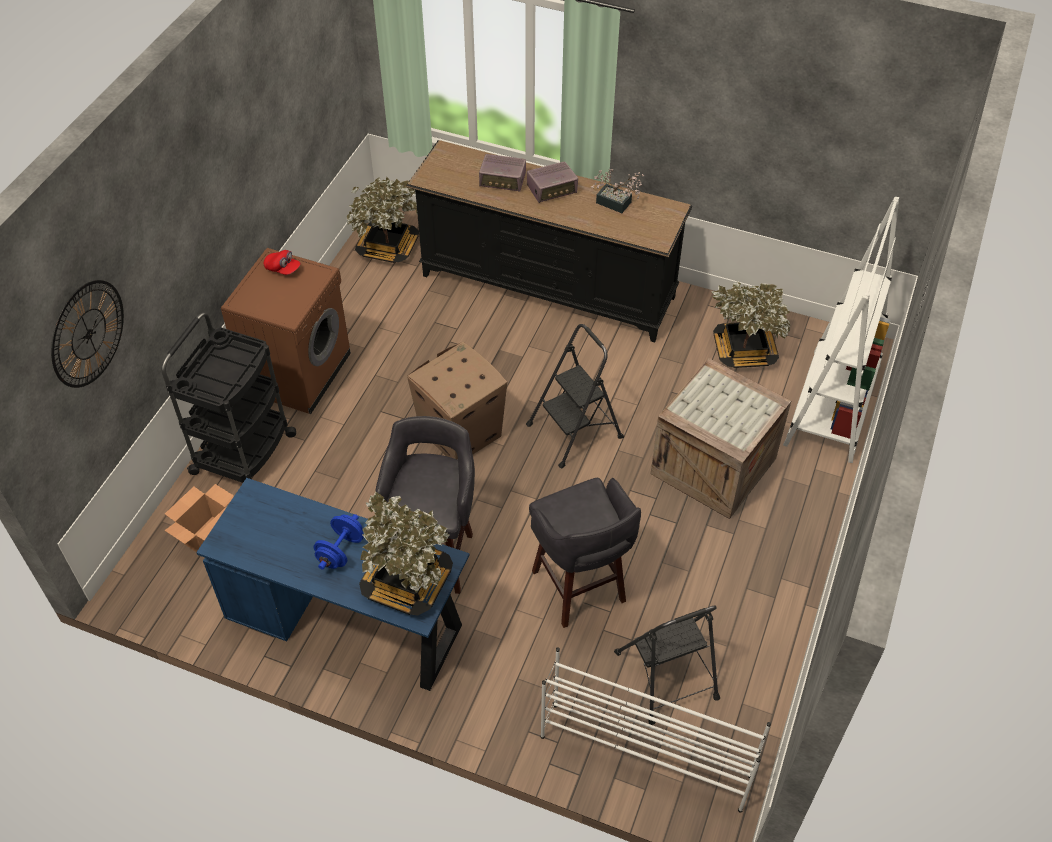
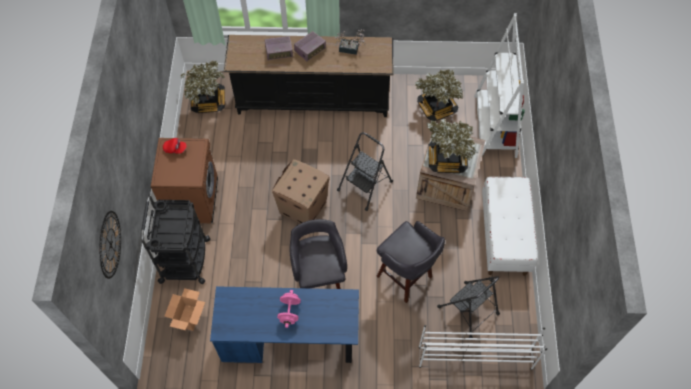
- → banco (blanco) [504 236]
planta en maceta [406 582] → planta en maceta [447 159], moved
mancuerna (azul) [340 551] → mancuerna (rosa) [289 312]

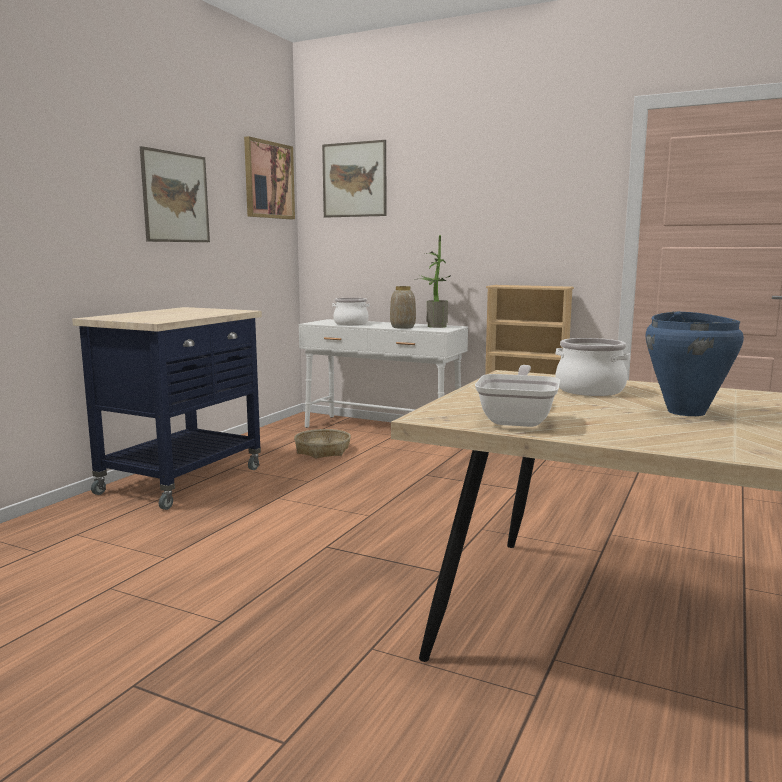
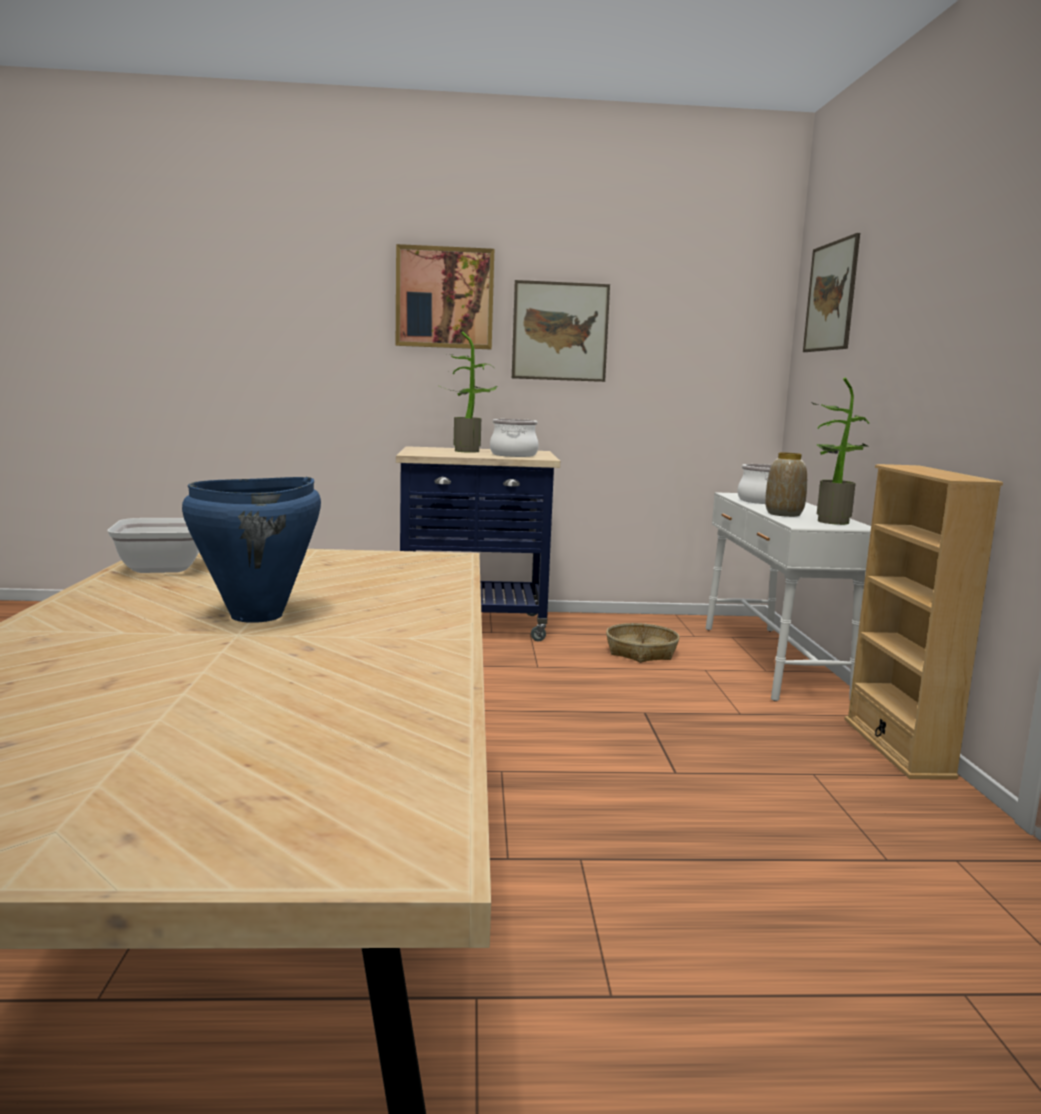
- → planta en maceta [468 451]
cuadro [268 180] → cuadro [444 298], moved
olla [589 390] → olla [513 455], moved

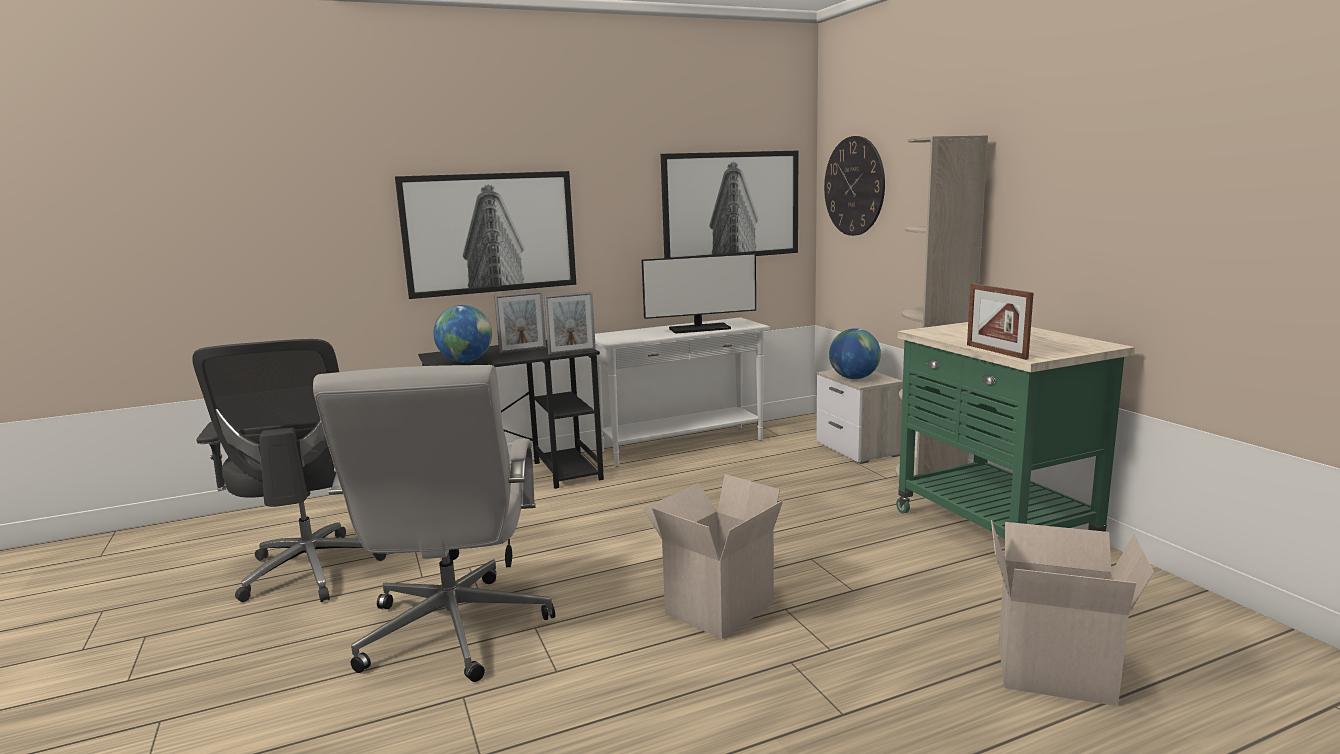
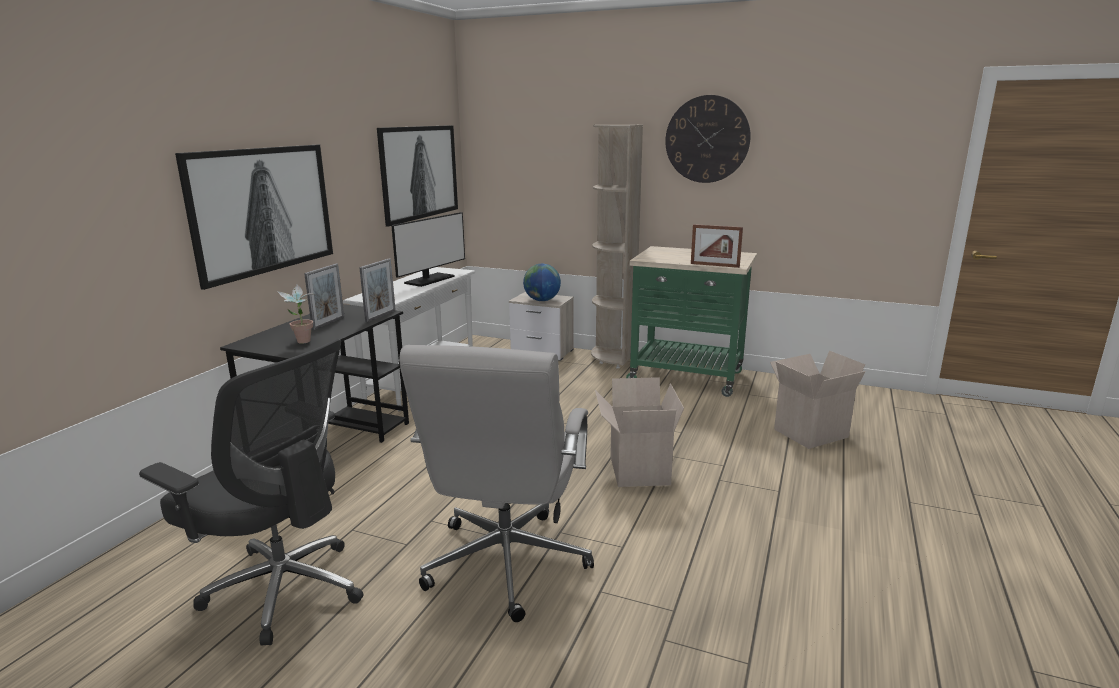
reloj de pared [854 186] → reloj de pared [707 139], moved
globo terráqueo [465 361] → planta en maceta [303 343]
silla de oficina (gris) [454 627] → silla de oficina (gris) [507 560], 60 degrees clockwise

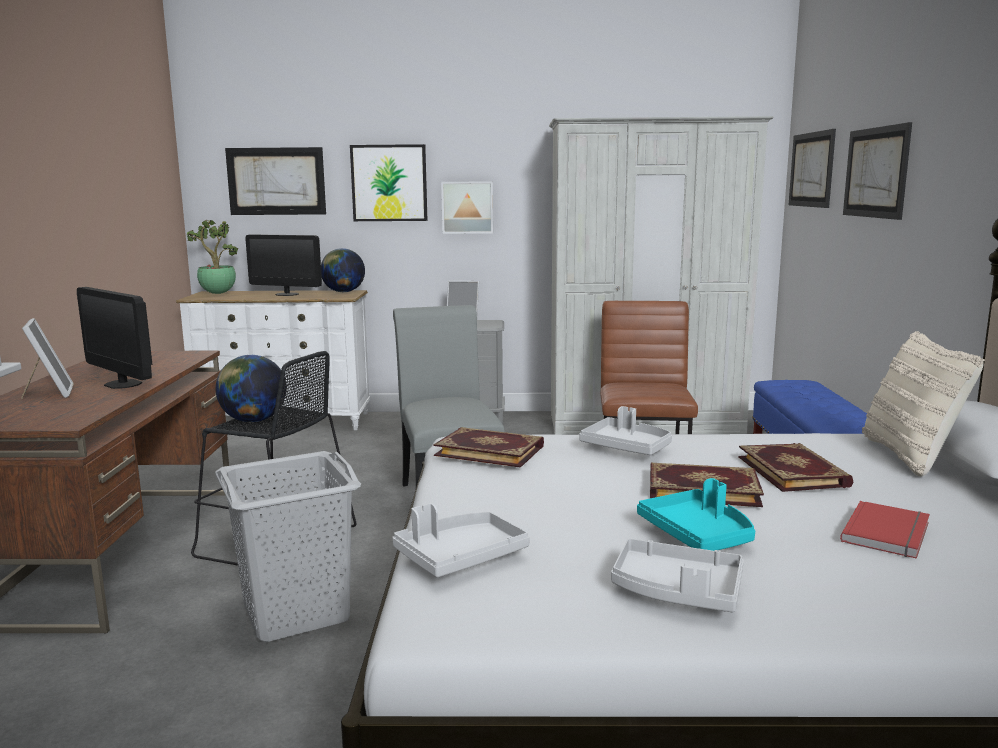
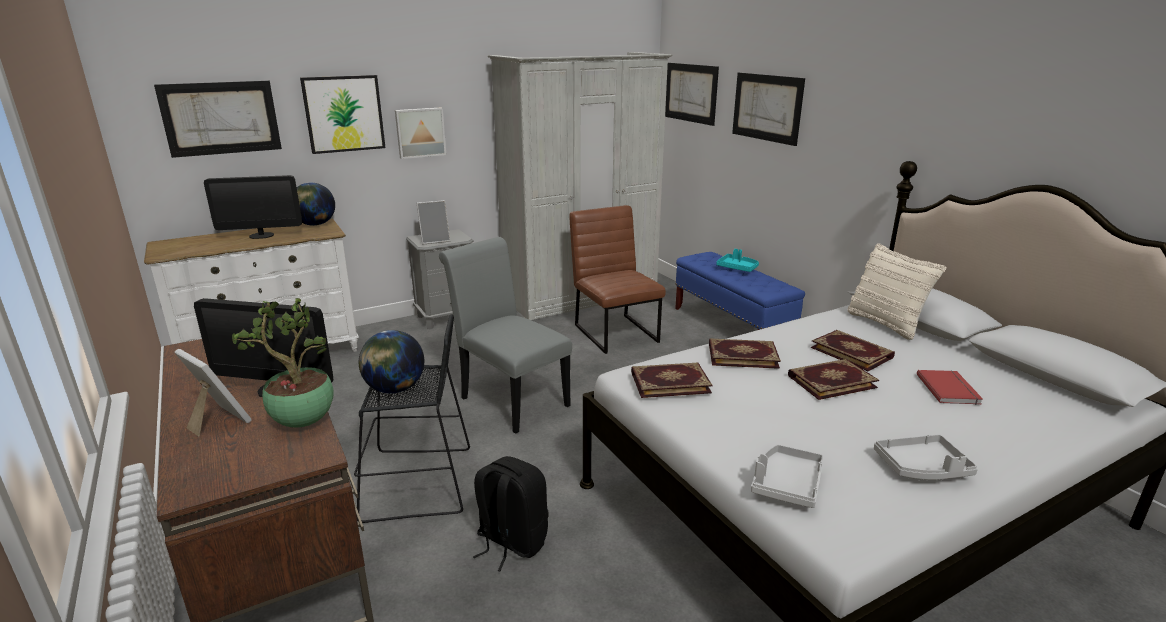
planta en maceta [217 293] → planta en maceta [302 423], moved
bandeja (turquesa) [698 534] → bandeja (turquesa) [737 268], moved
cesto de la ropa (gris) [295 613] → mochila (negro) [510 542]
bandeja (gris) [626 447] → libro [742 355]

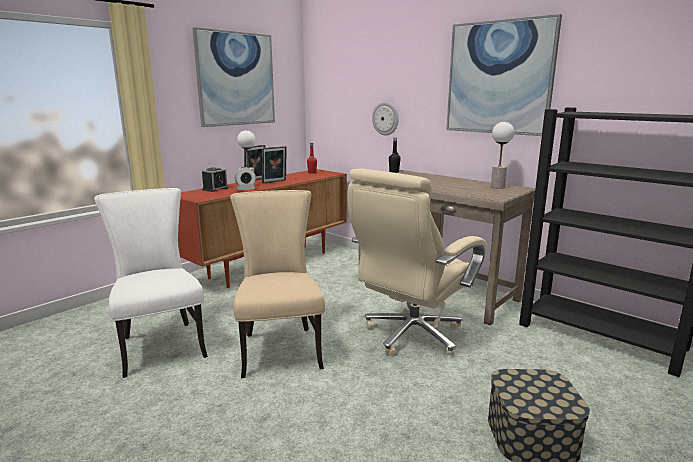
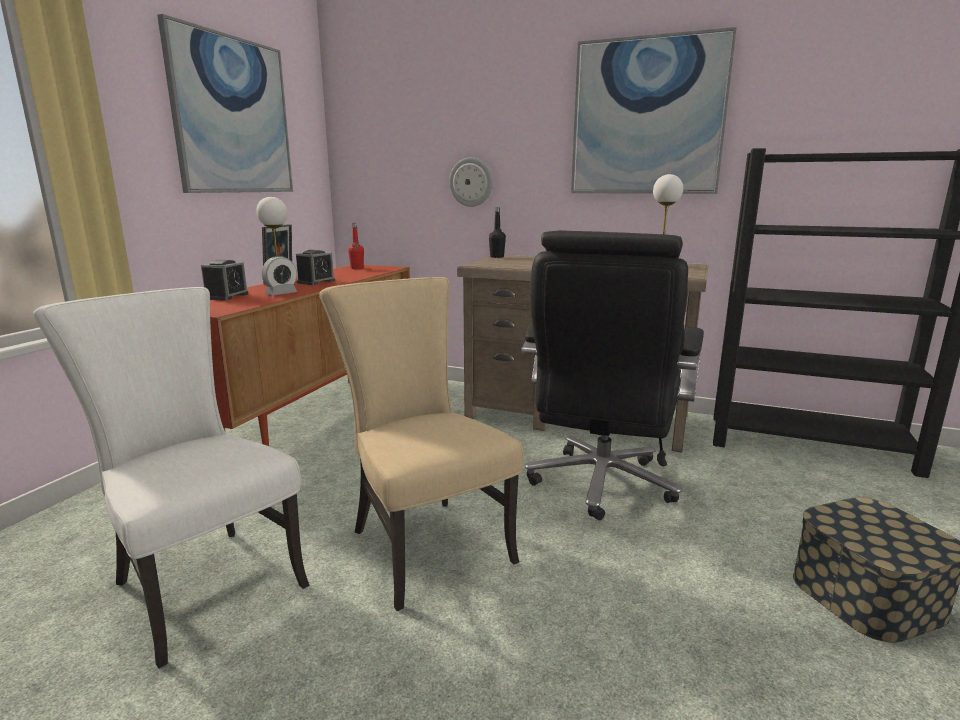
portarretratos [275 182] → despertador [316 282]
silla de oficina (beis) [410 337] → silla de oficina (negro) [600 488]

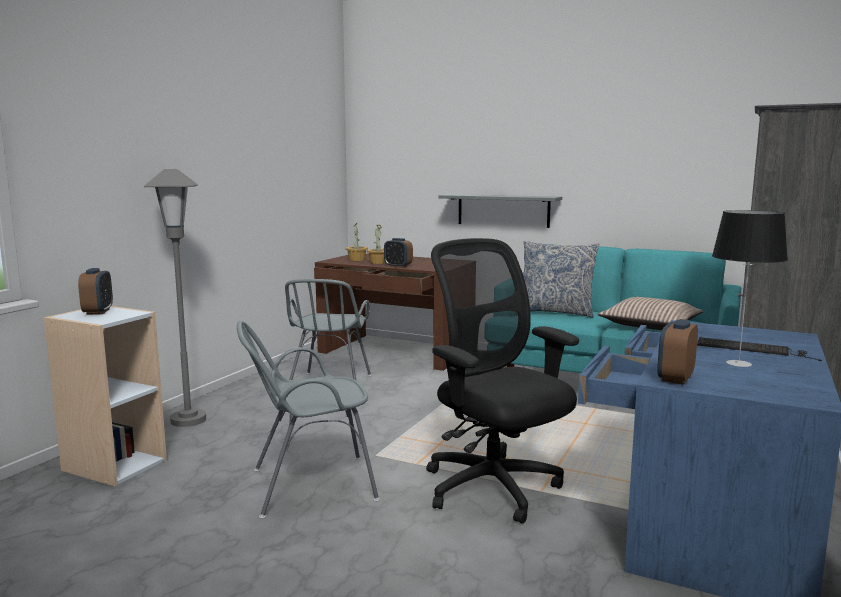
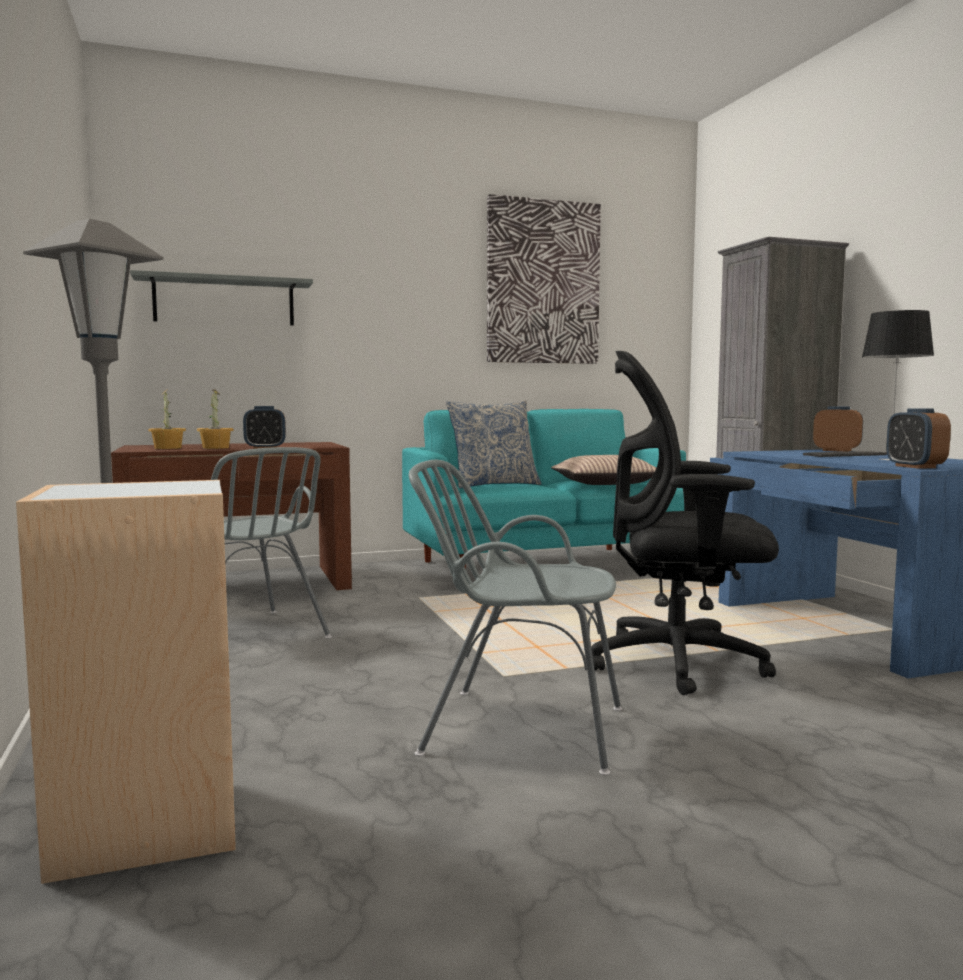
- → cuadro [543 282]
despertador [98 312] → despertador [837 450], moved
estante (gris) [503 210] → estante (gris) [224 301], moved
silla (gris) [307 485] → silla (gris) [515 728], 75 degrees clockwise

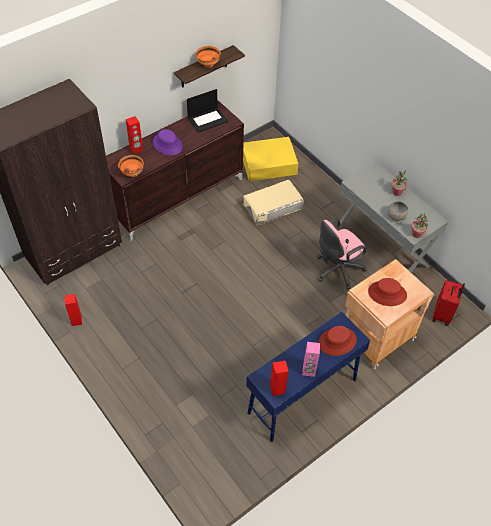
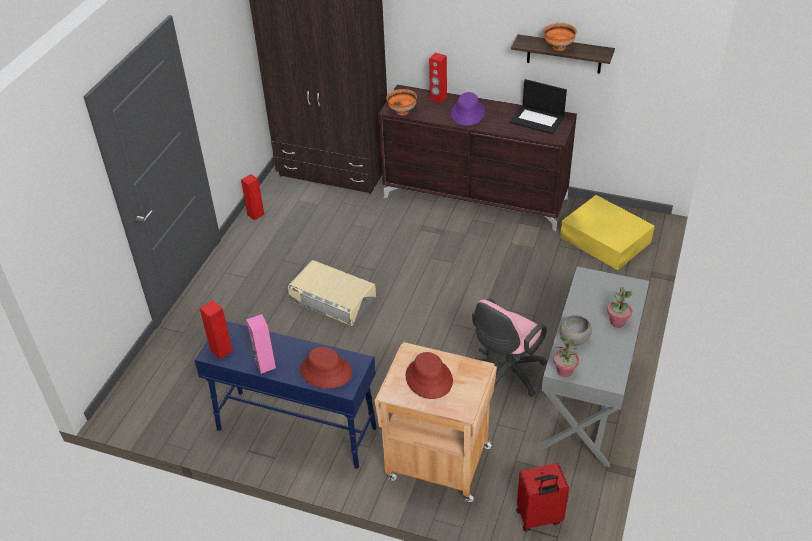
caja de almacenaje (beis) [272 206] → caja de almacenaje (beis) [333 298], moved
silla de oficina (rosa) [336 270] → silla de oficina (rosa) [505 375], 75 degrees counterclockwise

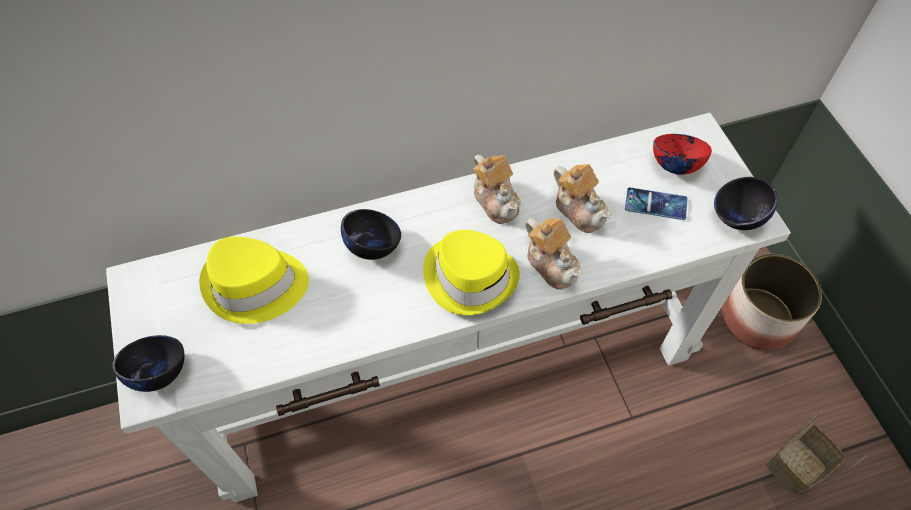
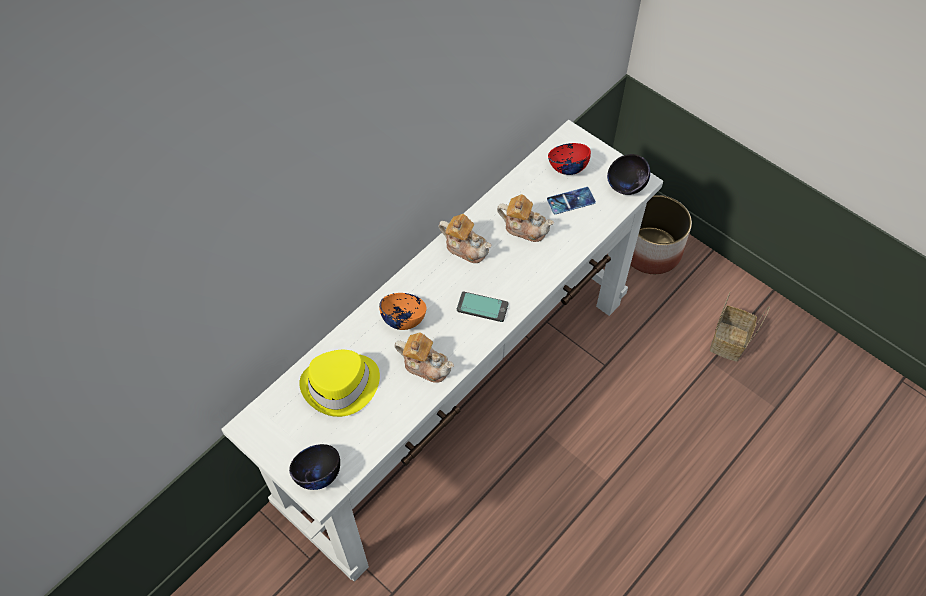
tetera [552 263] → tetera [425 365], moved
sombrero (amarillo) [470 276] → móvil [482 307]
cuenco (negro) [373 246] → cuenco (naranja) [403 319]

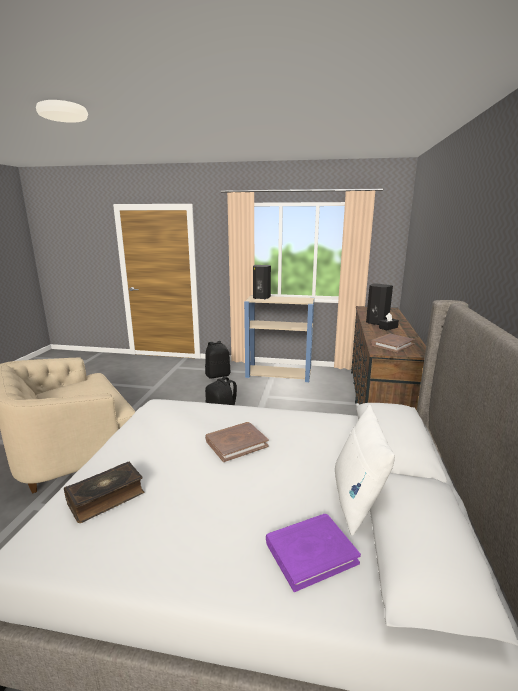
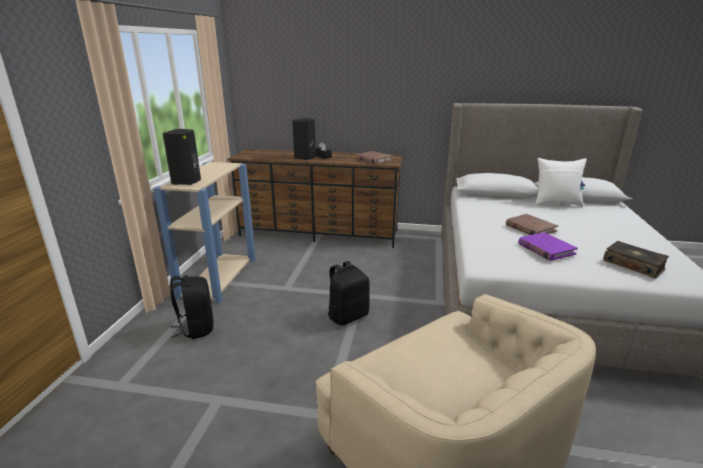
libro (morado) [311 552] → libro (morado) [545 249], moved

